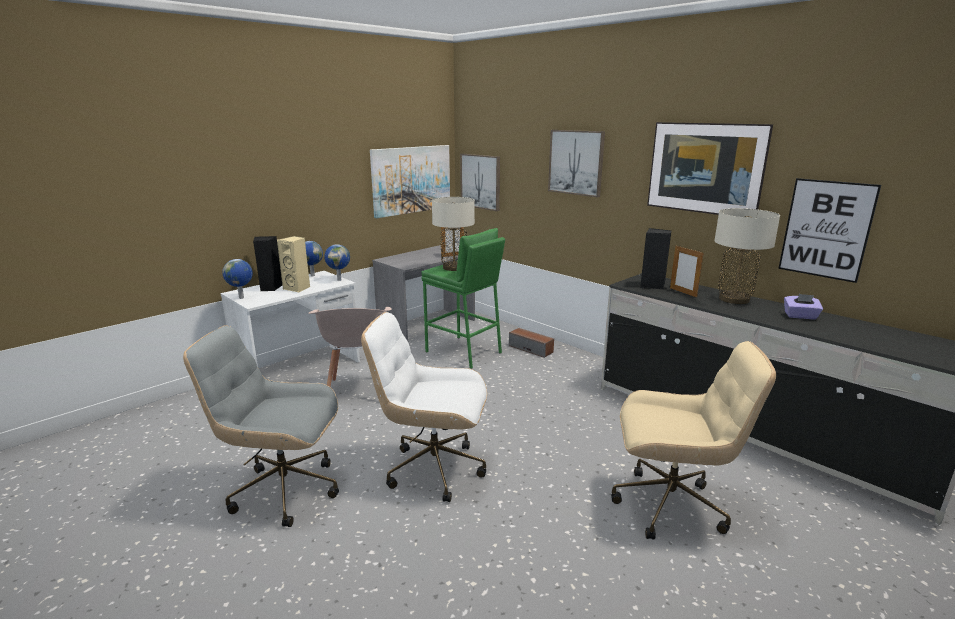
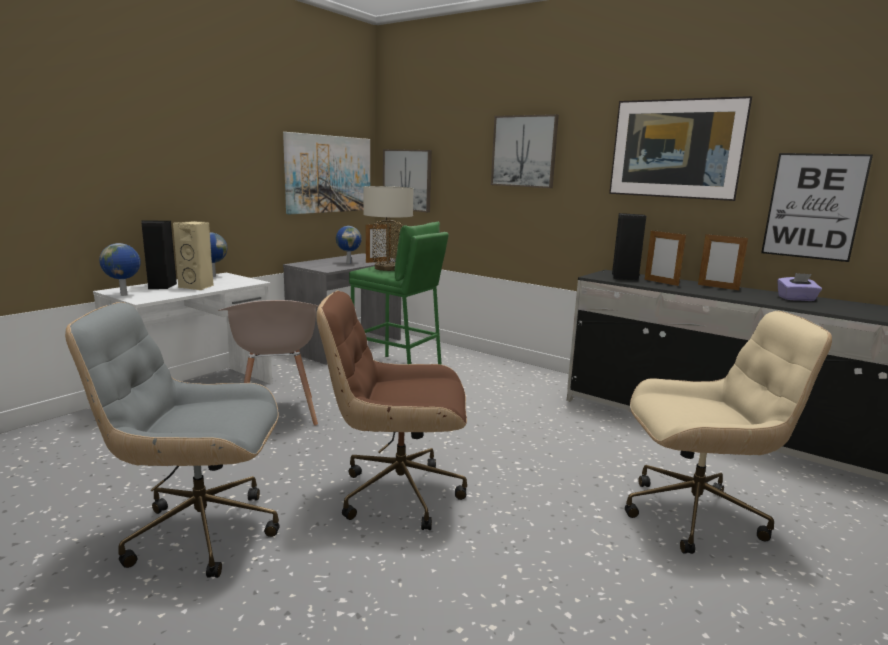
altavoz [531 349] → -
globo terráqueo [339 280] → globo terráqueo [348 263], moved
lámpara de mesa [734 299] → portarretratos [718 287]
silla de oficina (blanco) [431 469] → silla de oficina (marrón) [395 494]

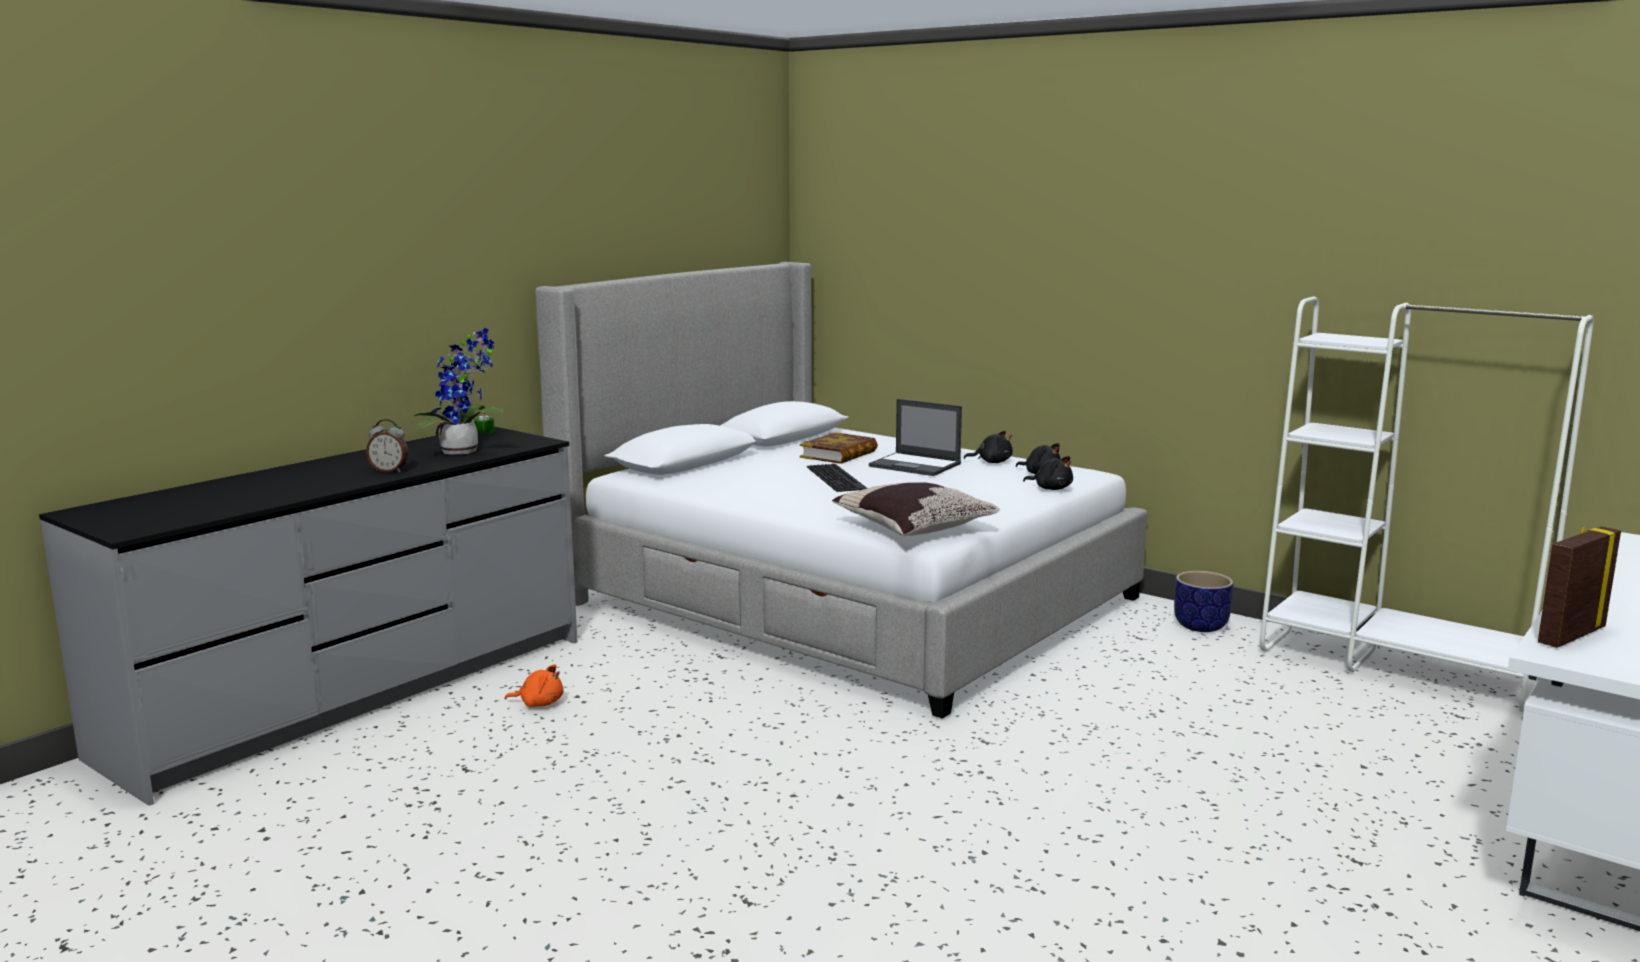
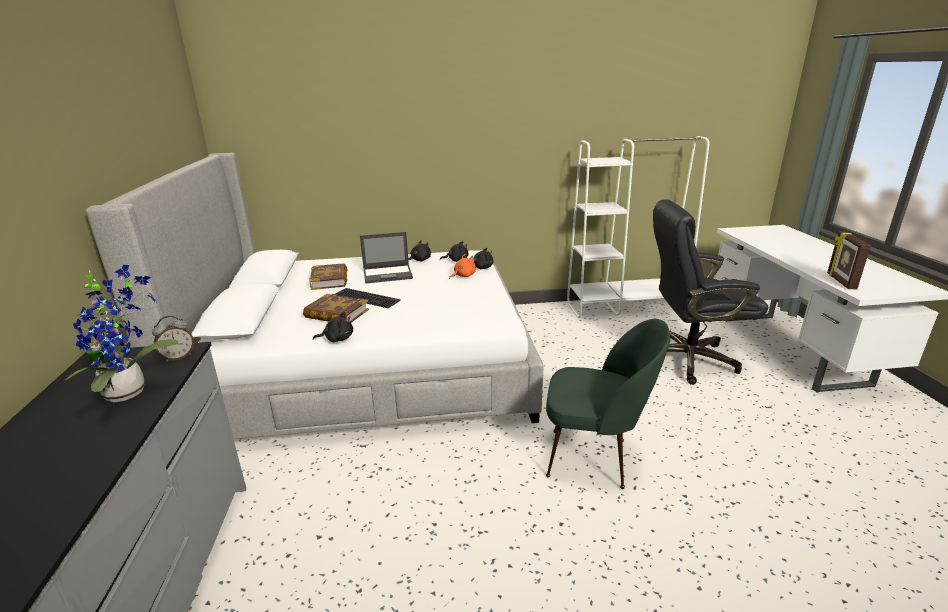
cojín [914 528] → -
maceta [1200 626] → -
- → libro [336 314]
- → peluche (negro) [337 339]
- → silla (verde) [595 460]
- → silla de oficina (negro) [690 359]
despertador [389 471] → despertador [178 357], moved
peluche (naranja) [539 703] → peluche (naranja) [463 276], moved

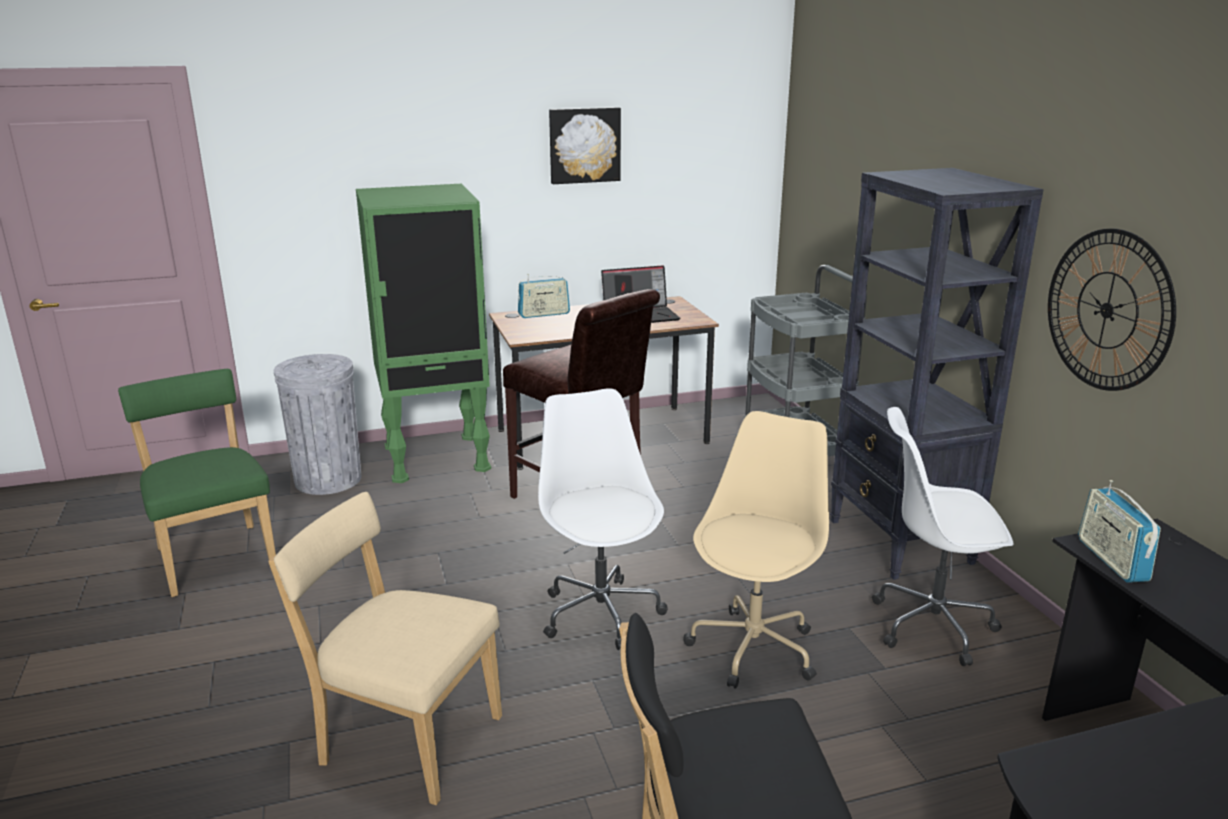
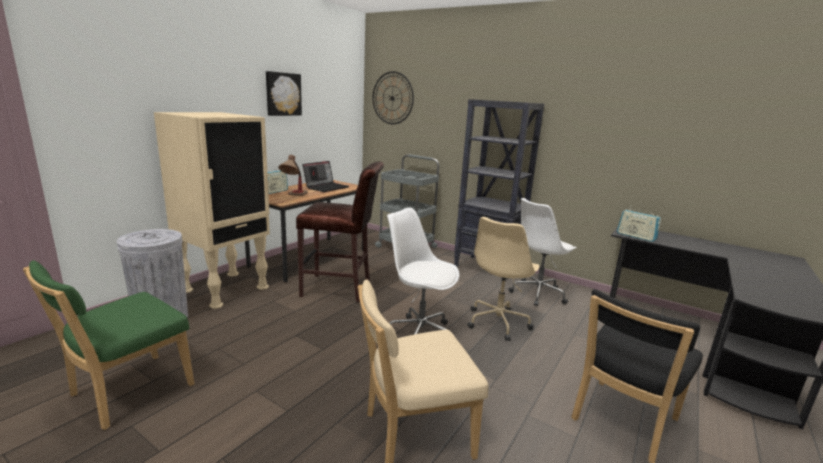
- → lámpara de mesa [294 196]
reloj de pared [1107 310] → reloj de pared [392 98], moved
armario (verde) [438 457] → armario (beis) [226 289]
silla (verde) [215 556] → silla (verde) [127 392], 75 degrees counterclockwise
silla de oficina (beis) [754 648] → silla de oficina (beis) [497 324], 135 degrees counterclockwise

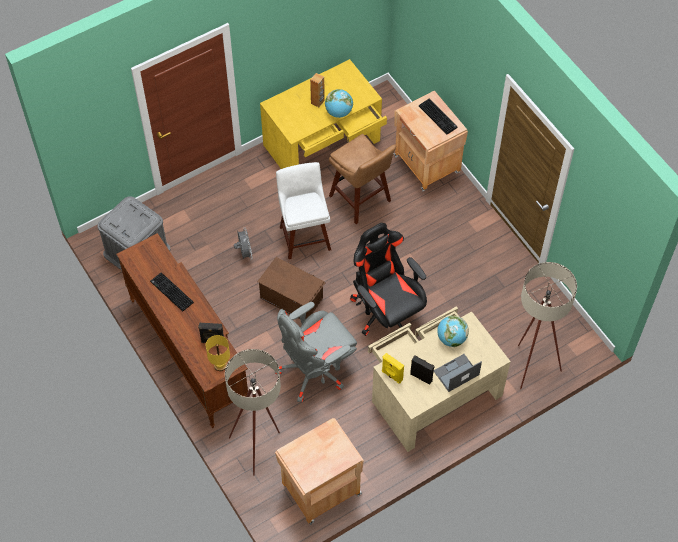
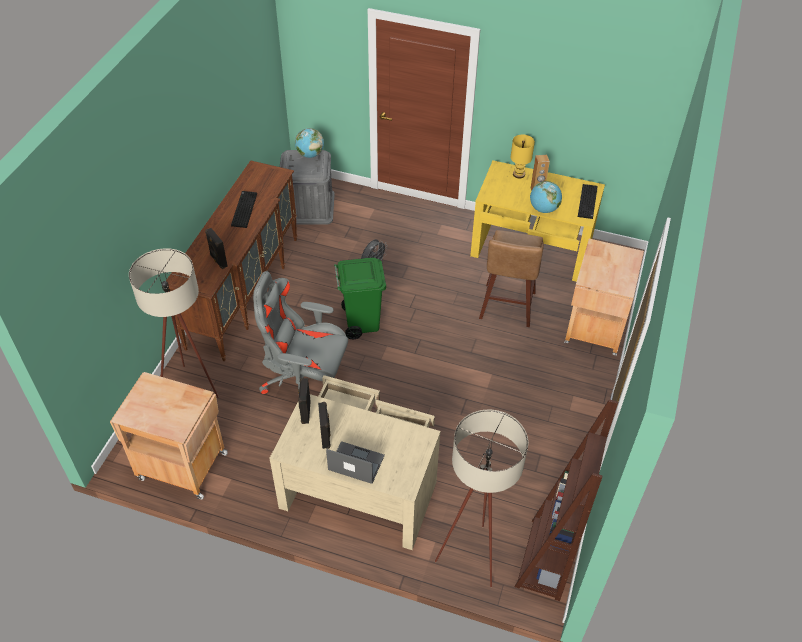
silla (blanco) [304 235] → -
silla de oficina (negro) [387 315] → -
- → estantería (marrón) [546 559]
lámpara de mesa (amarillo) [220 365] → lámpara de mesa (amarillo) [518 174], moved
teclado [438 117] → teclado [588 202], moved
globo terráqueo [451 338] → globo terráqueo [310 154], moved
caja de almacenaje (marrón) [291 297] → papelera (verde) [361 322]
altavoz (amarillo) [391 376] → altavoz (negro) [305 412]

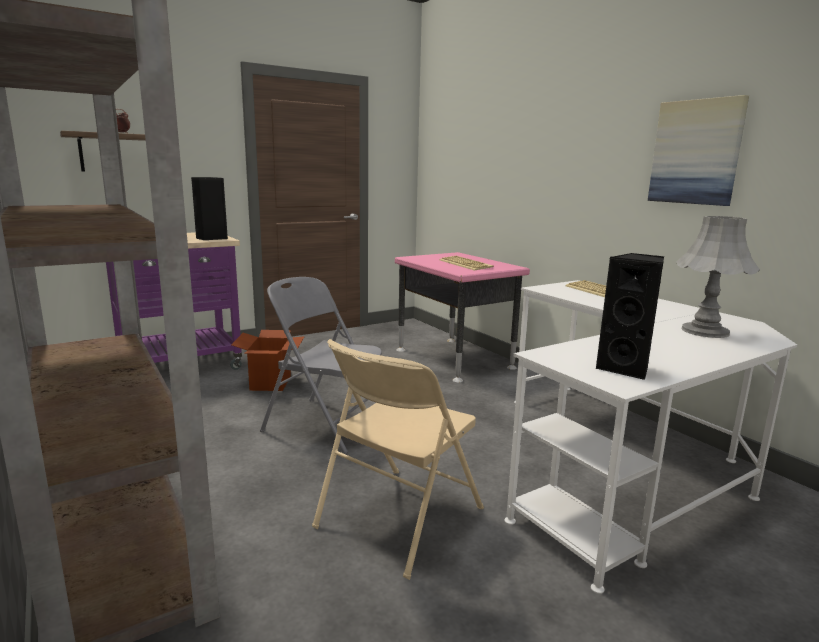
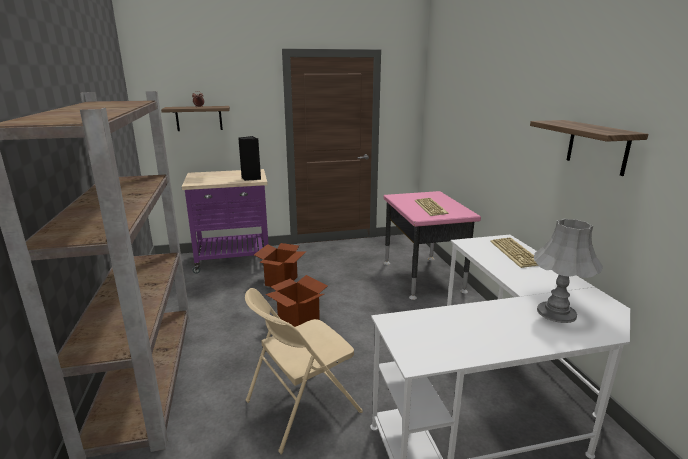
altavoz (negro) [626 369] → -
silla (gris) [327 424] → caja de cartón [298 322]
cuadro [696 152] → estante [597 147]

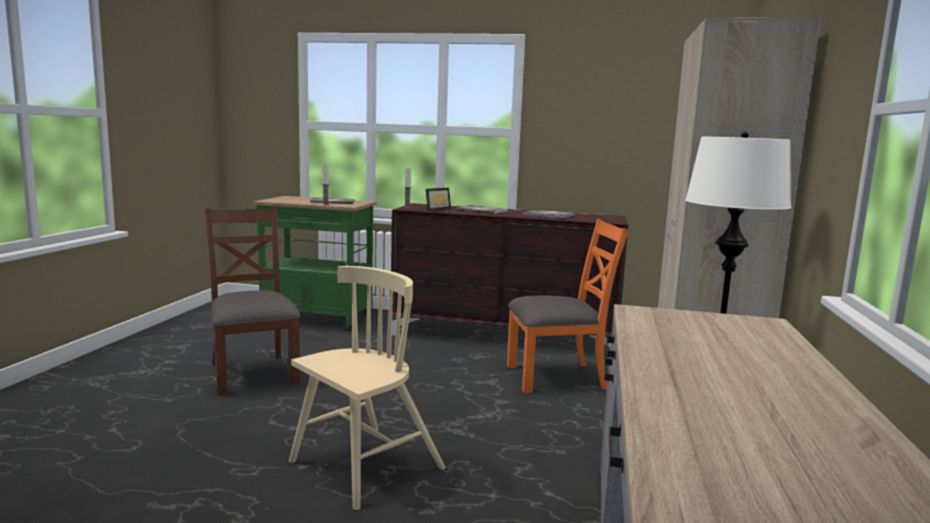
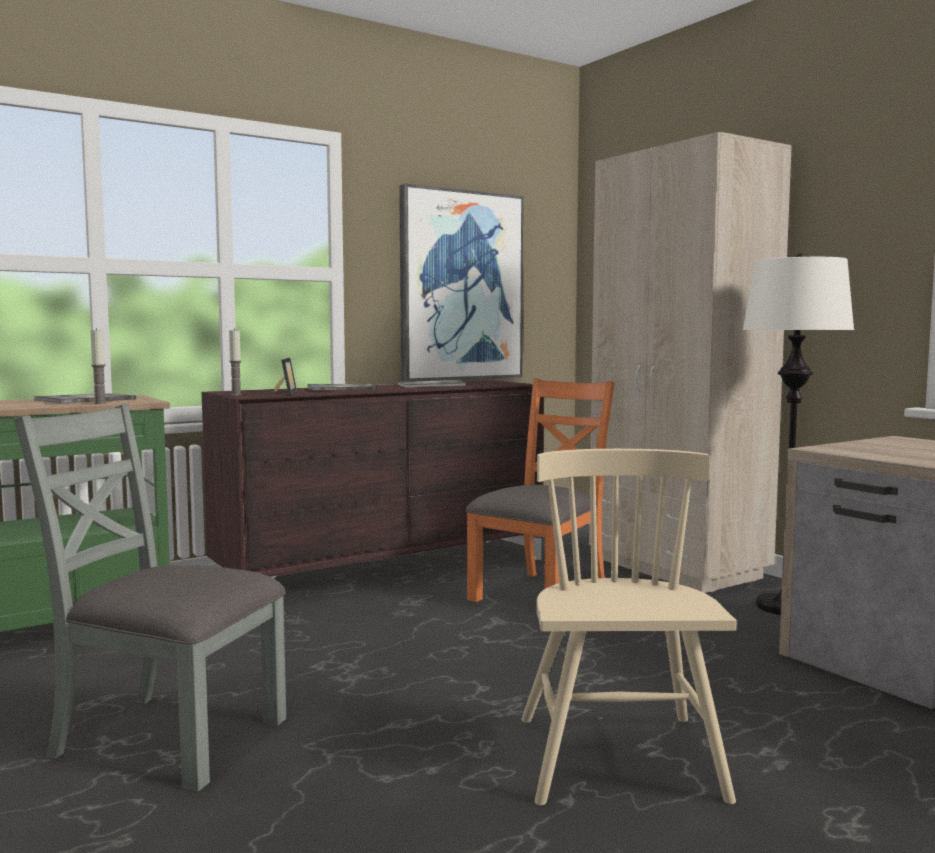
- → cuadro [460 286]
silla (marrón) [252 373] → silla (gris) [167 737]

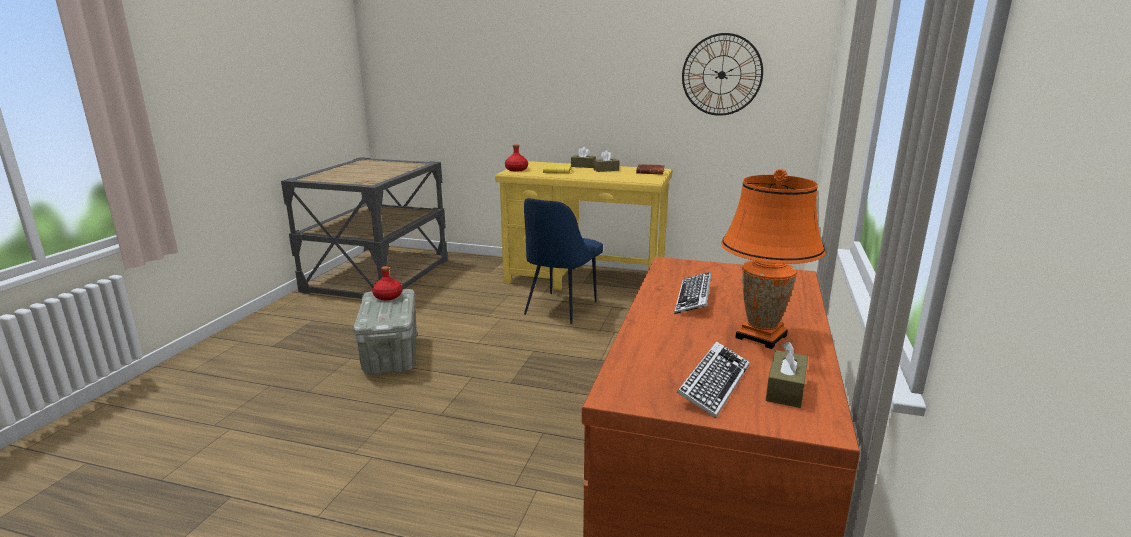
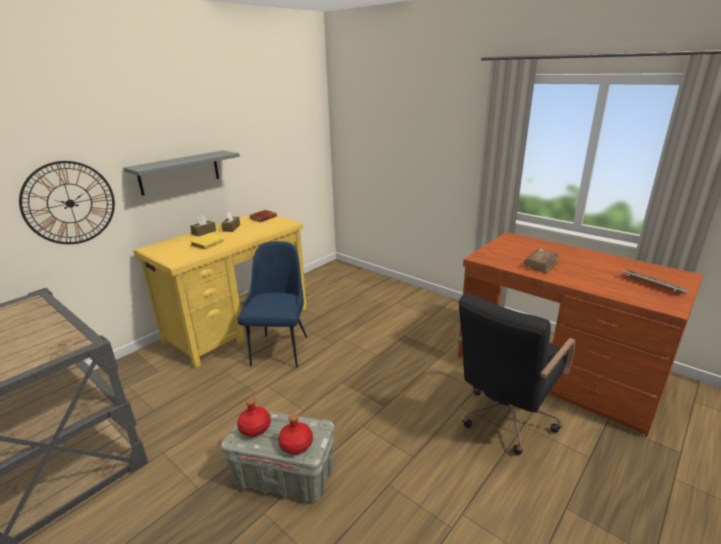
lámpara de mesa (naranja) [760 336] → -
caja de pañuelos (marrón) [785 389] → -
- → estante (gris) [179 172]
- → silla de oficina (negro) [505 422]
botella (rojo) [516 169] → botella (rojo) [296 444], moved
reloj de pared [721 75] → reloj de pared [70 203], moved
teclado [693 298] → libro (marrón) [541 265]
silla (azul) [561 308] → silla (azul) [280 350], 135 degrees counterclockwise

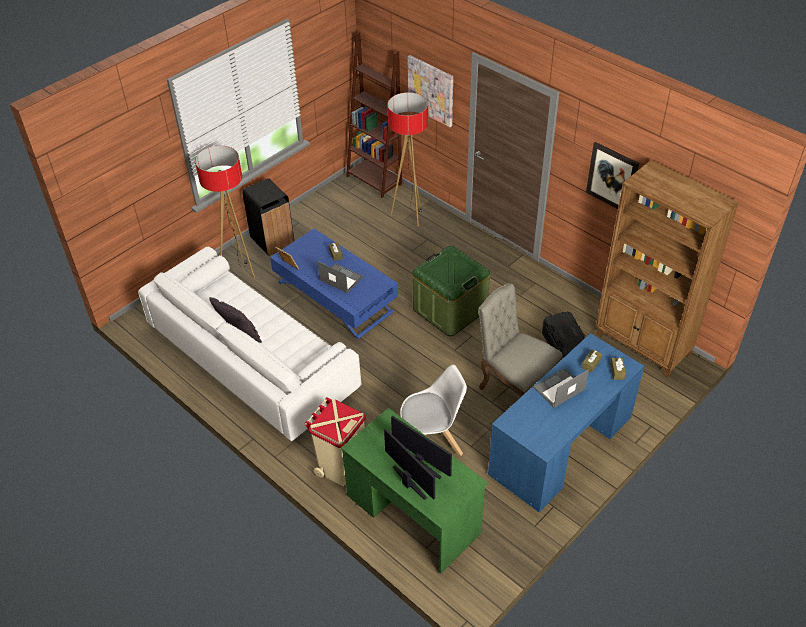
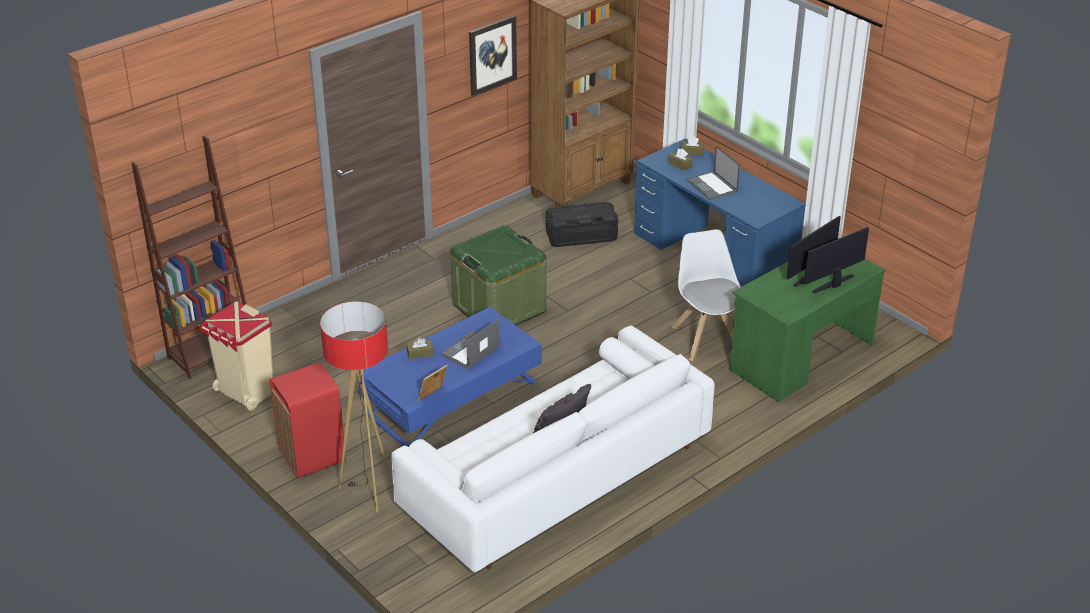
lámpara de pie [409 215] → -
cuadro [431 90] → -
silla (gris) [515 388] → -
papelera (beis) [340 466] → papelera (beis) [246 393], moved
papelera (negro) [272 240] → papelera (rojo) [312 457]

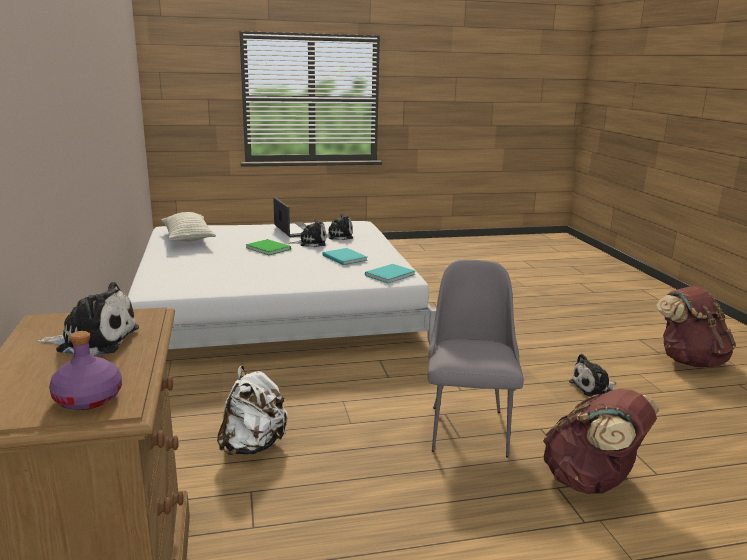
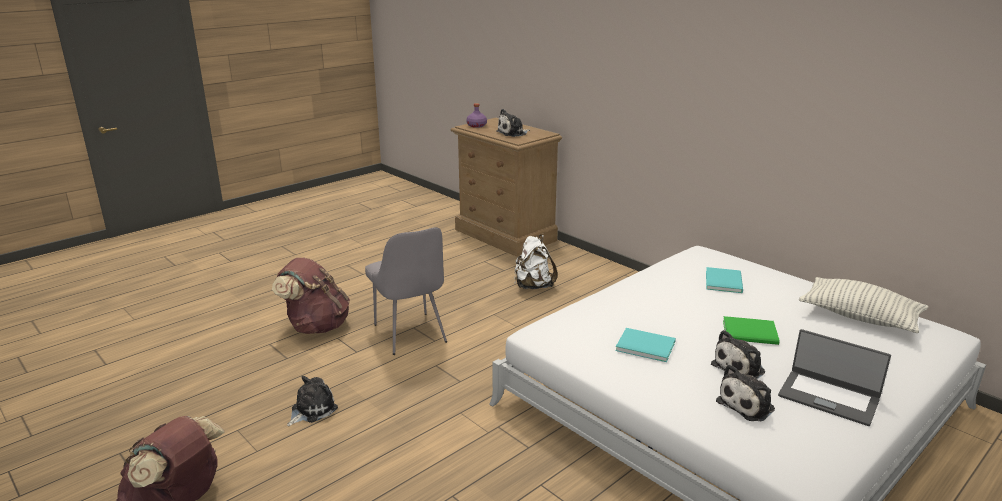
libro (turquesa) [388 275] → libro (turquesa) [724 281], moved

